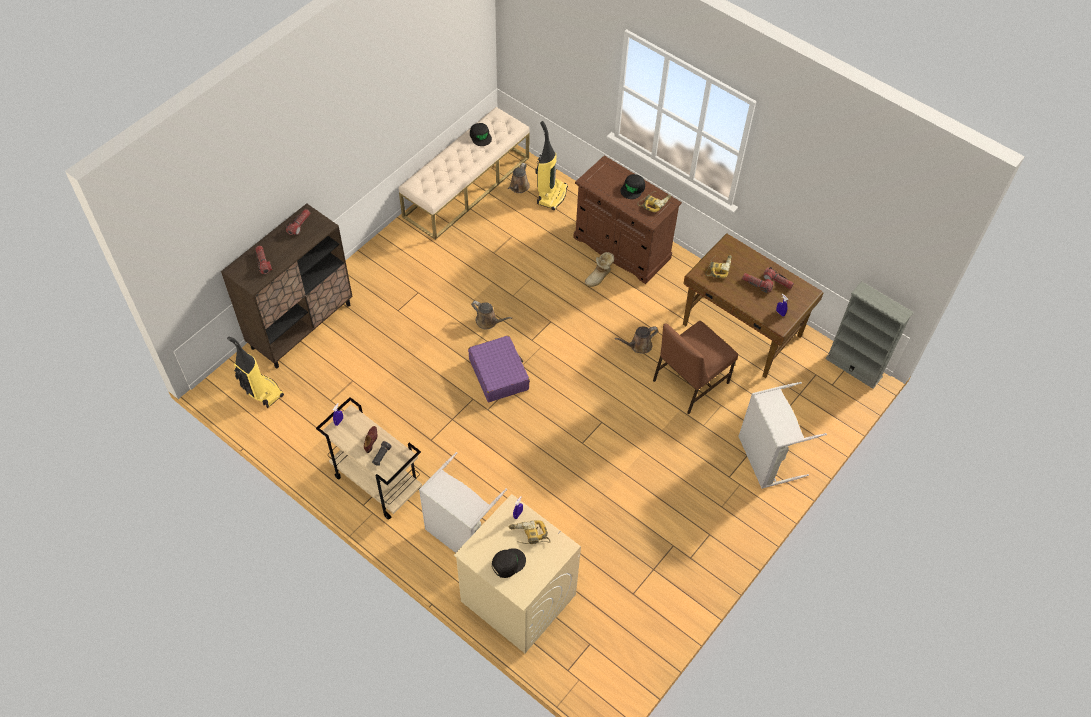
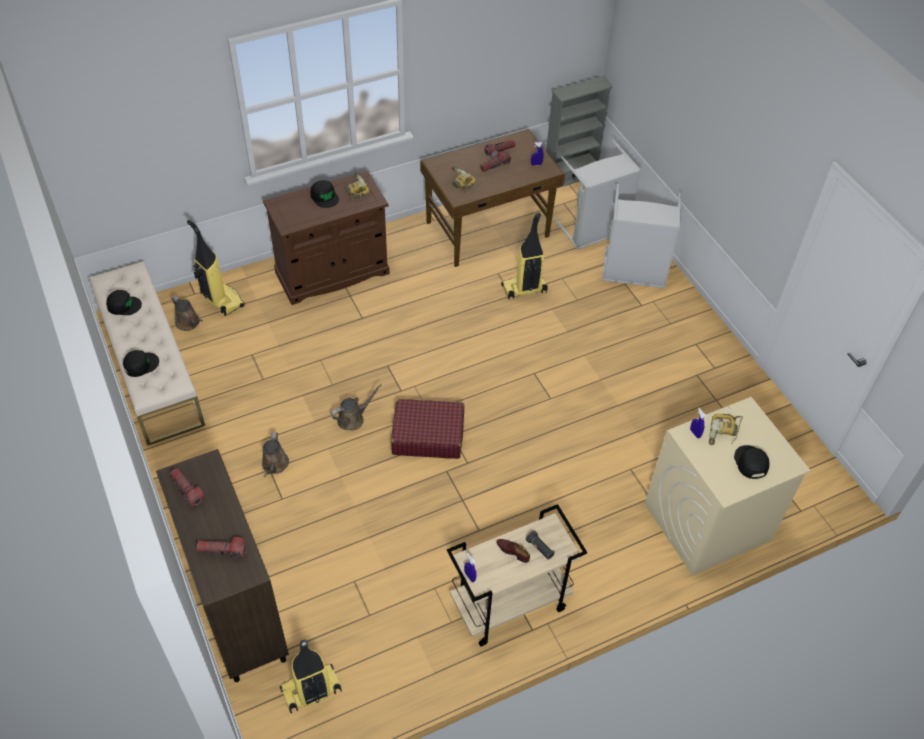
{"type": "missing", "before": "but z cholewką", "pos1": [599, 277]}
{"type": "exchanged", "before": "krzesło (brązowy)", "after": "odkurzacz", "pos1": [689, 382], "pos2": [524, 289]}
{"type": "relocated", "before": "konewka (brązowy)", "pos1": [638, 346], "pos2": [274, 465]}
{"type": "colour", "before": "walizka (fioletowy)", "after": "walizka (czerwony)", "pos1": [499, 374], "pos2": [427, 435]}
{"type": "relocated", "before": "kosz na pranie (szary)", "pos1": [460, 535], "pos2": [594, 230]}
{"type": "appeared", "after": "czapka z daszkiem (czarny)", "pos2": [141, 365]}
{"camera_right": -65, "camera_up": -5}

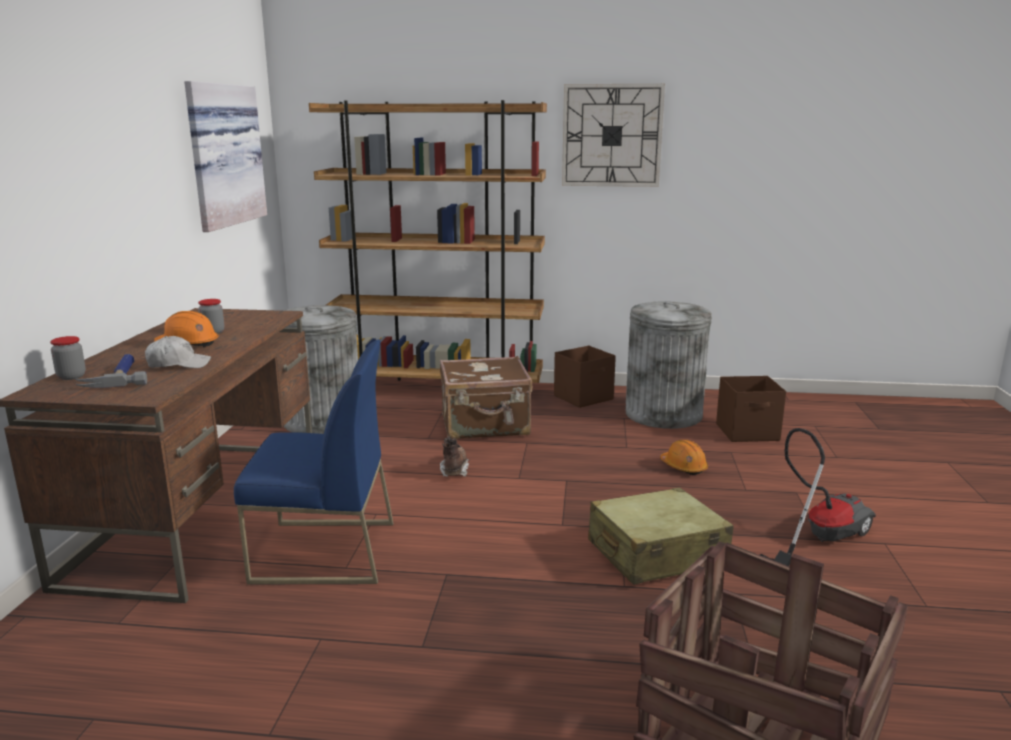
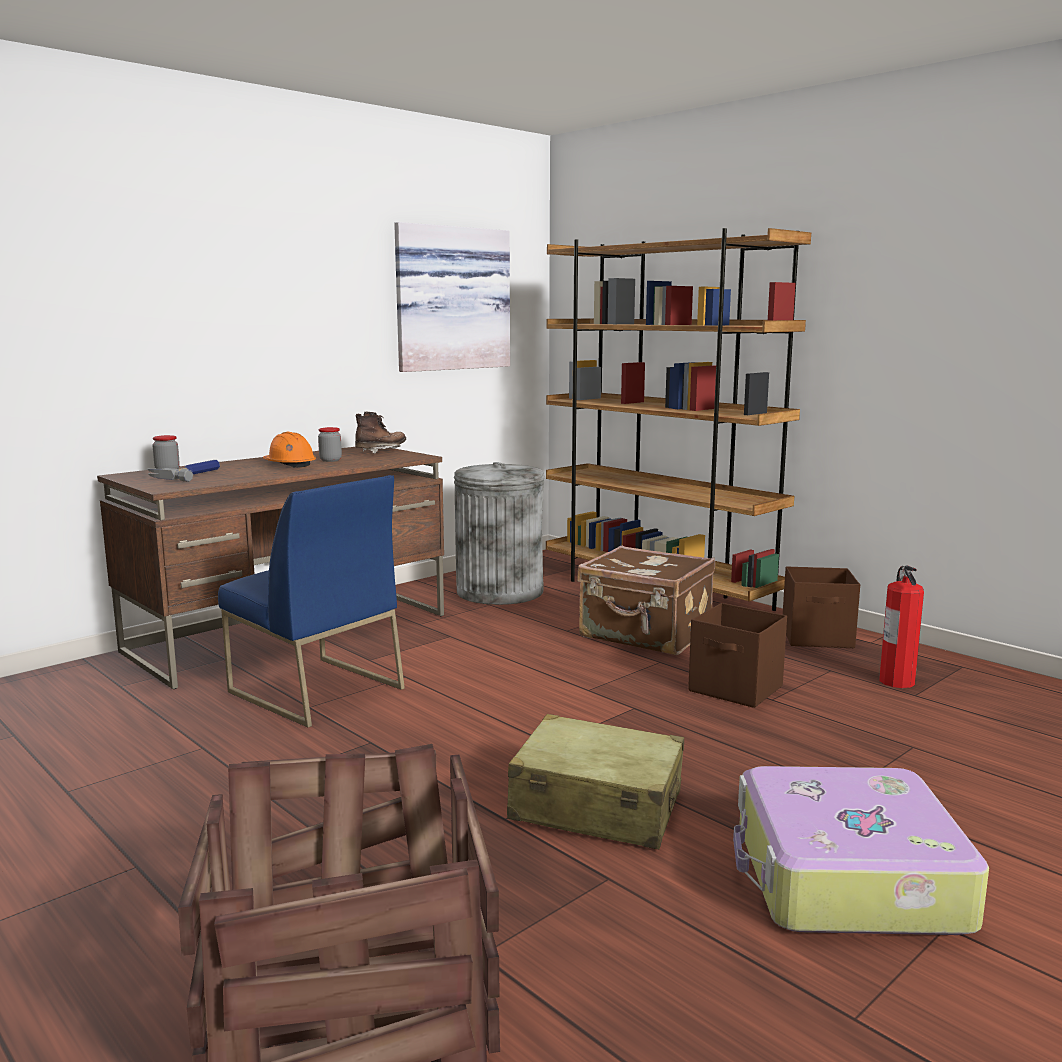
{"type": "missing", "before": "zegar ścienny", "pos1": [612, 135]}
{"type": "exchanged", "before": "kosz na śmieci (szary)", "after": "gaśnica", "pos1": [664, 414], "pos2": [896, 681]}
{"type": "missing", "before": "czapka z daszkiem (biały)", "pos1": [178, 364]}
{"type": "relocated", "before": "pojemnik do przechowywania (brązowy)", "pos1": [748, 432], "pos2": [736, 689]}
{"type": "exchanged", "before": "odkurzacz", "after": "walizka", "pos1": [818, 538], "pos2": [846, 878]}
{"type": "relocated", "before": "but z cholewką (brązowy)", "pos1": [454, 469], "pos2": [381, 451]}
{"type": "missing", "before": "kask (pomarańczowy)", "pos1": [683, 467]}
{"camera_right": 40, "camera_up": -5}

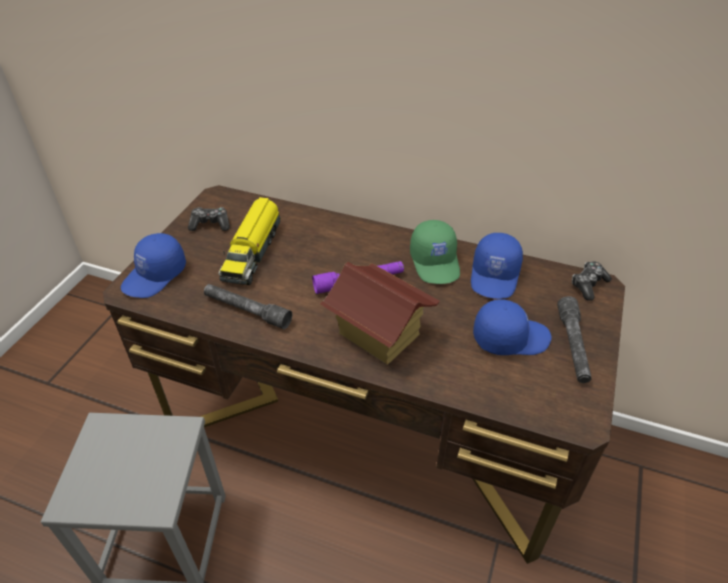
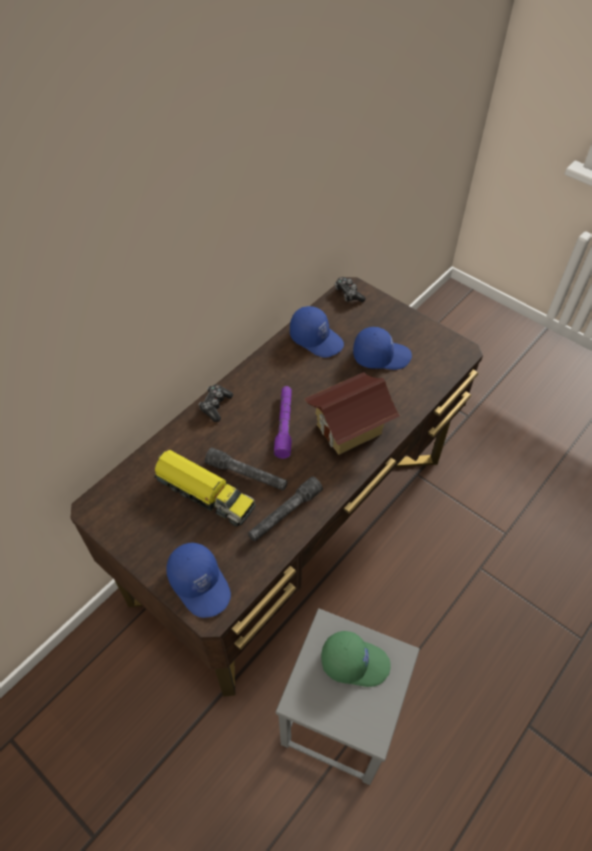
{"type": "relocated", "before": "pad do gier", "pos1": [210, 224], "pos2": [215, 406]}
{"type": "relocated", "before": "czapka z daszkiem (zielony)", "pos1": [436, 262], "pos2": [354, 661]}
{"type": "relocated", "before": "latarka (szary)", "pos1": [573, 346], "pos2": [247, 475]}
{"type": "spun", "before": "czapka z daszkiem (niebieski)", "pos1": [510, 337], "pos2": [381, 355], "turn": 75}
{"camera_right": -70, "camera_up": 10}

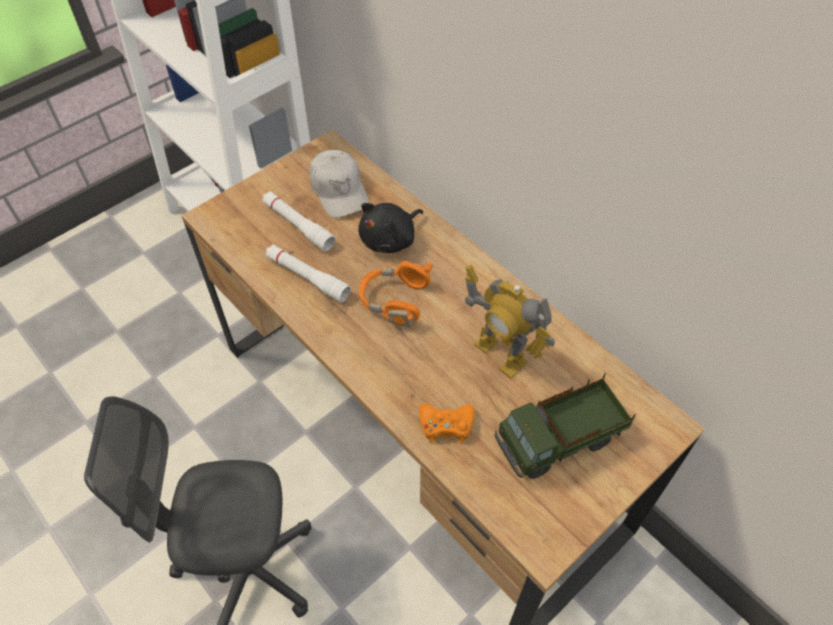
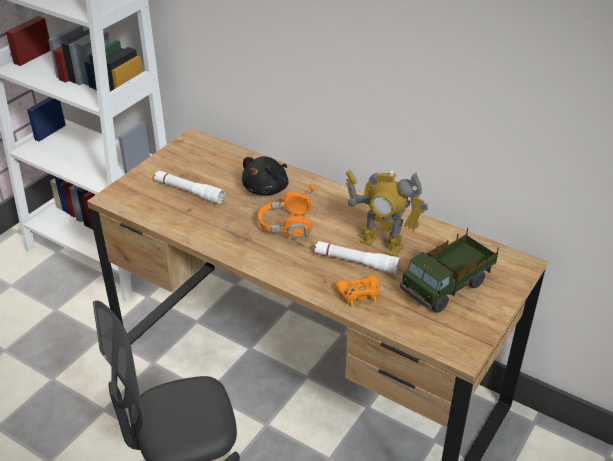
{"type": "missing", "before": "czapka z daszkiem (biały)", "pos1": [339, 190]}
{"type": "relocated", "before": "latarka (biały)", "pos1": [307, 277], "pos2": [356, 262]}
{"camera_right": -15, "camera_up": -15}

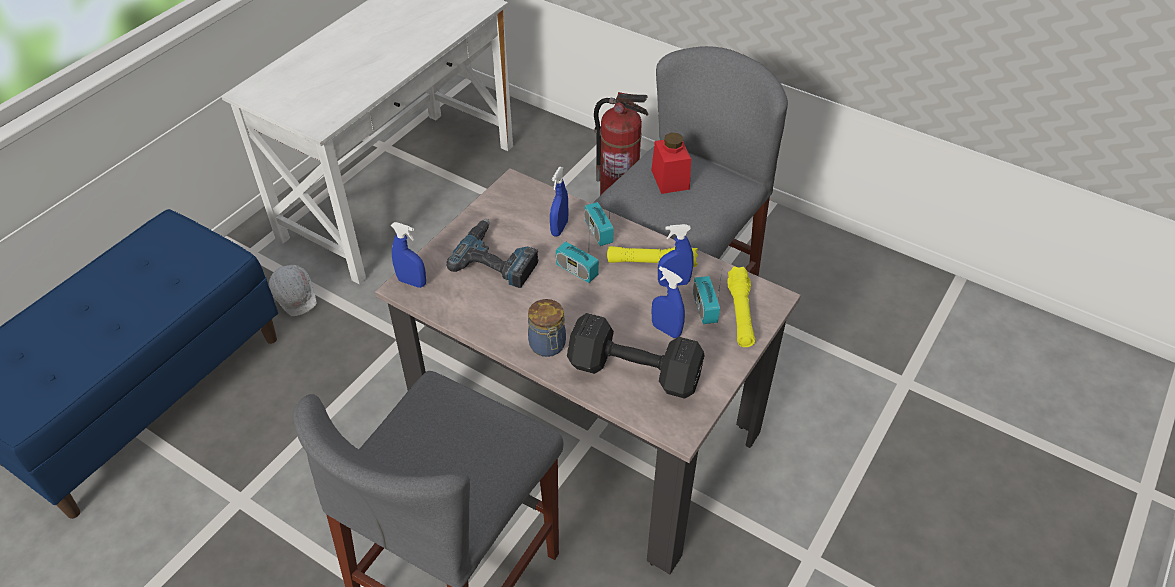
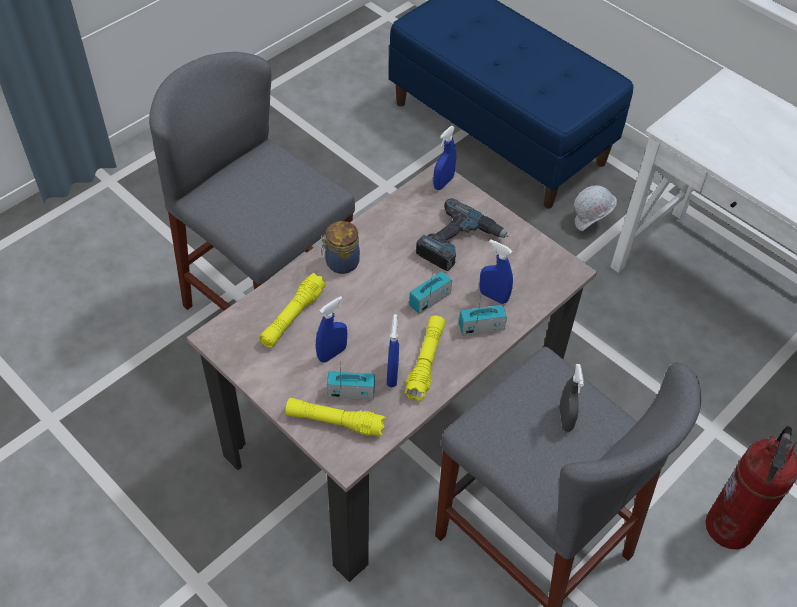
{"type": "exchanged", "before": "słoik (czerwony)", "after": "spryskiwacz (szary)", "pos1": [670, 179], "pos2": [565, 419]}
{"type": "exchanged", "before": "hantel (czarny)", "after": "latarka (żółty)", "pos1": [632, 370], "pos2": [293, 316]}
{"camera_right": 100, "camera_up": 5}

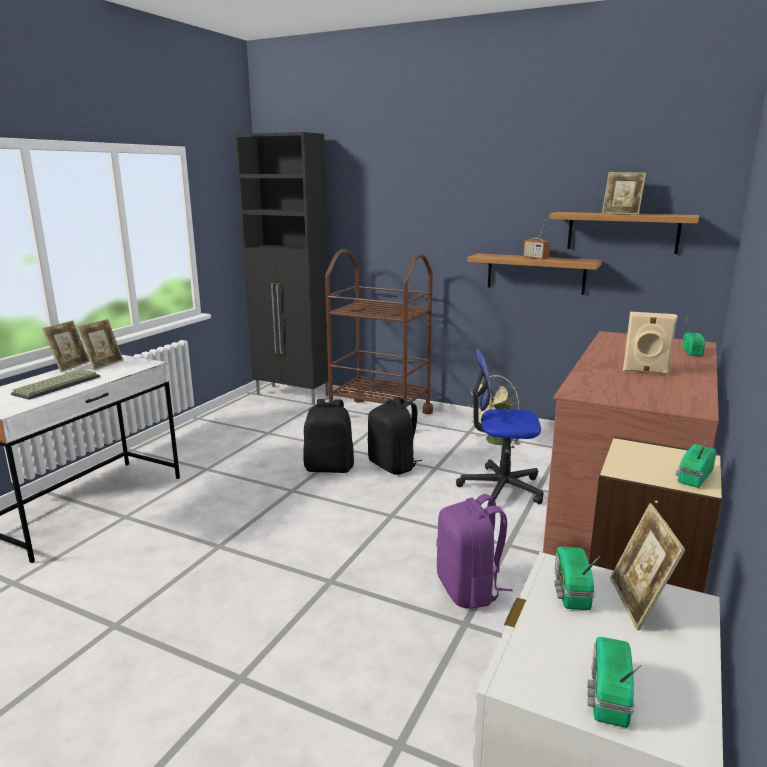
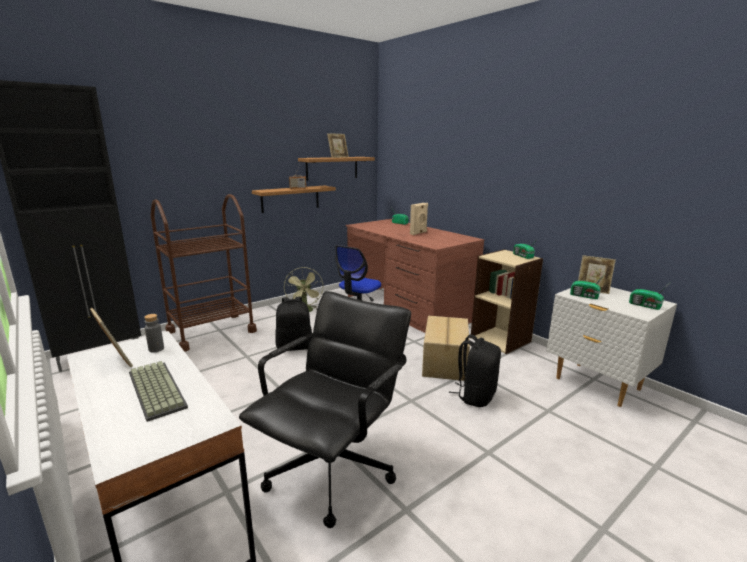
{"type": "missing", "before": "ramka na zdjęcie", "pos1": [70, 366]}
{"type": "relocated", "before": "plecak (czarny)", "pos1": [329, 468], "pos2": [475, 396]}
{"type": "exchanged", "before": "plecak (fioletowy)", "after": "karton", "pos1": [469, 590], "pos2": [445, 362]}
{"type": "appeared", "after": "krzesło biurowe (czarny)", "pos2": [332, 471]}
{"type": "appeared", "after": "butelka (szary)", "pos2": [156, 349]}
{"camera_right": -65, "camera_up": 0}

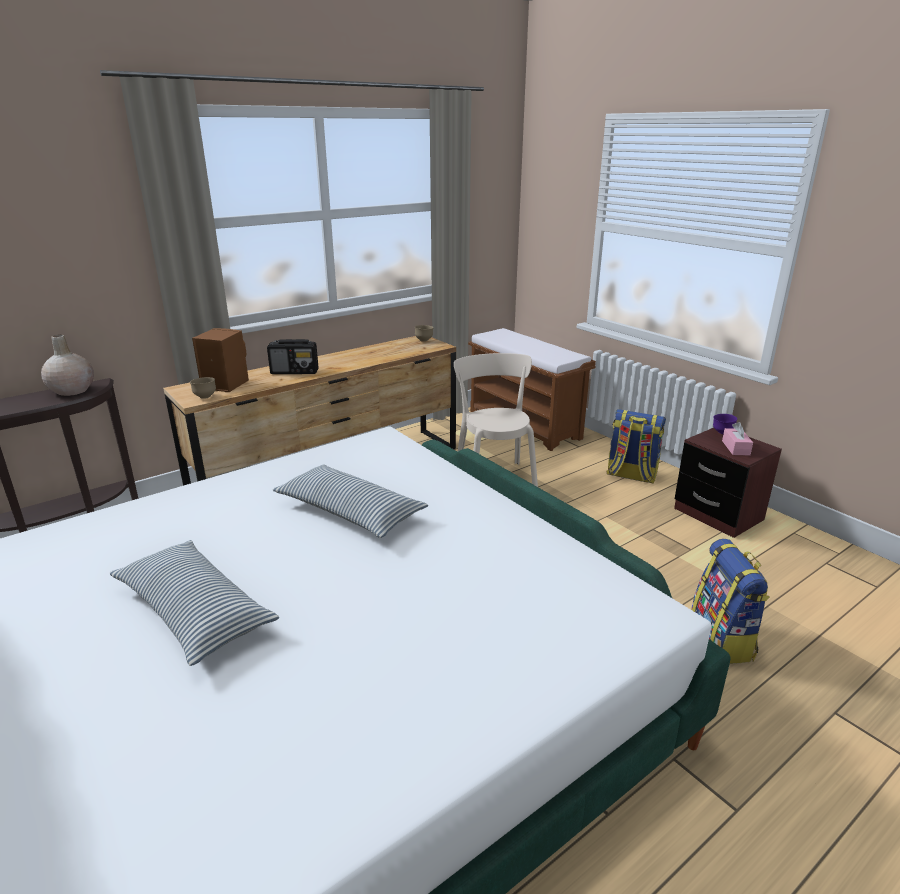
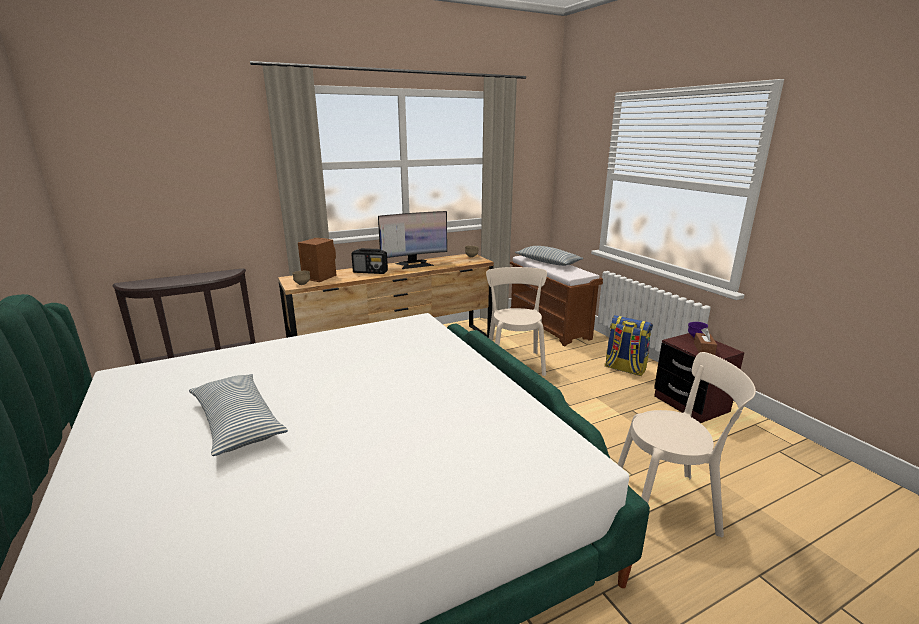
{"type": "missing", "before": "wazon (beżowy)", "pos1": [72, 391]}
{"type": "colour", "before": "pudełko chusteczek (różowy)", "after": "pudełko chusteczek (brązowy)", "pos1": [735, 448], "pos2": [704, 349]}
{"type": "relocated", "before": "poduszka", "pos1": [350, 512], "pos2": [547, 262]}
{"type": "exchanged", "before": "plecak", "after": "krzesło (beżowy)", "pos1": [722, 640], "pos2": [670, 502]}
{"type": "appeared", "after": "monitor", "pos2": [414, 264]}
{"camera_right": 10, "camera_up": -5}

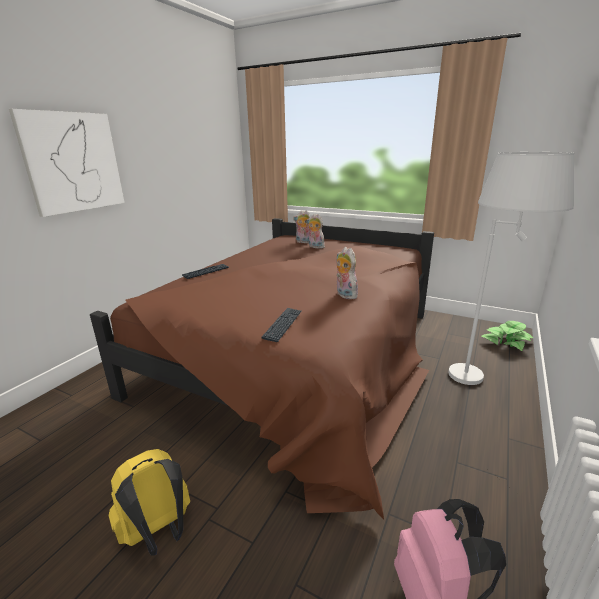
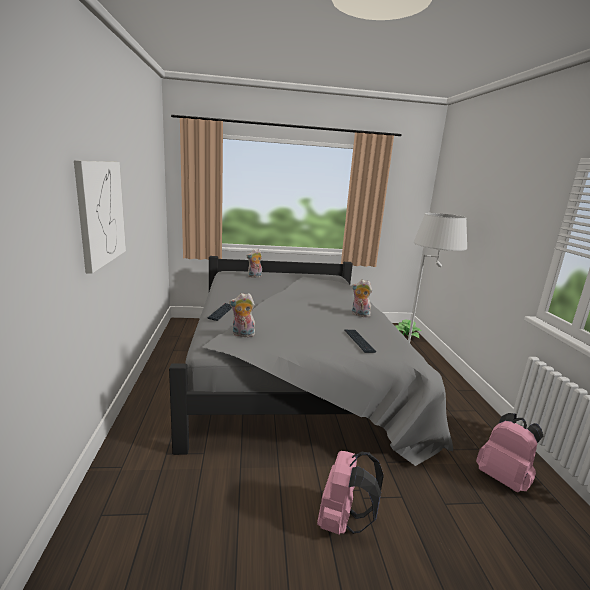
{"type": "relocated", "before": "pluszak", "pos1": [315, 247], "pos2": [242, 335]}
{"type": "colour", "before": "łóżko (brązowy)", "after": "łóżko (szary)", "pos1": [300, 356], "pos2": [294, 374]}
{"type": "colour", "before": "plecak (żółty)", "after": "plecak (różowy)", "pos1": [158, 533], "pos2": [342, 521]}
{"camera_right": -35, "camera_up": -5}

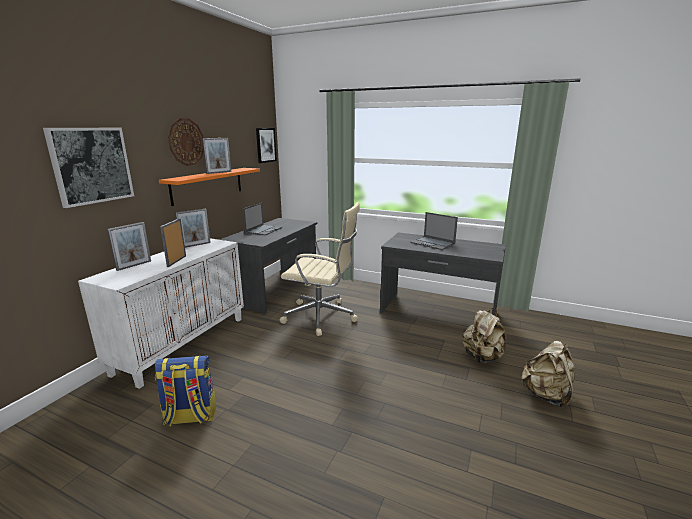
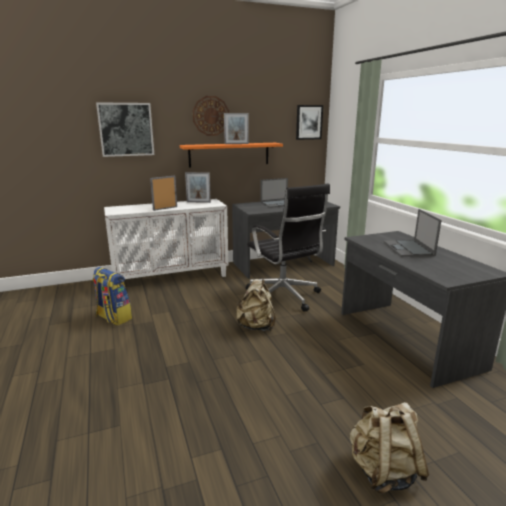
{"type": "colour", "before": "krzesło biurowe (beżowy)", "after": "krzesło biurowe (czarny)", "pos1": [322, 317], "pos2": [284, 297]}
{"type": "missing", "before": "ramka na zdjęcie", "pos1": [134, 265]}
{"type": "relocated", "before": "plecak (beżowy)", "pos1": [482, 357], "pos2": [256, 326]}
{"camera_right": 45, "camera_up": 0}

